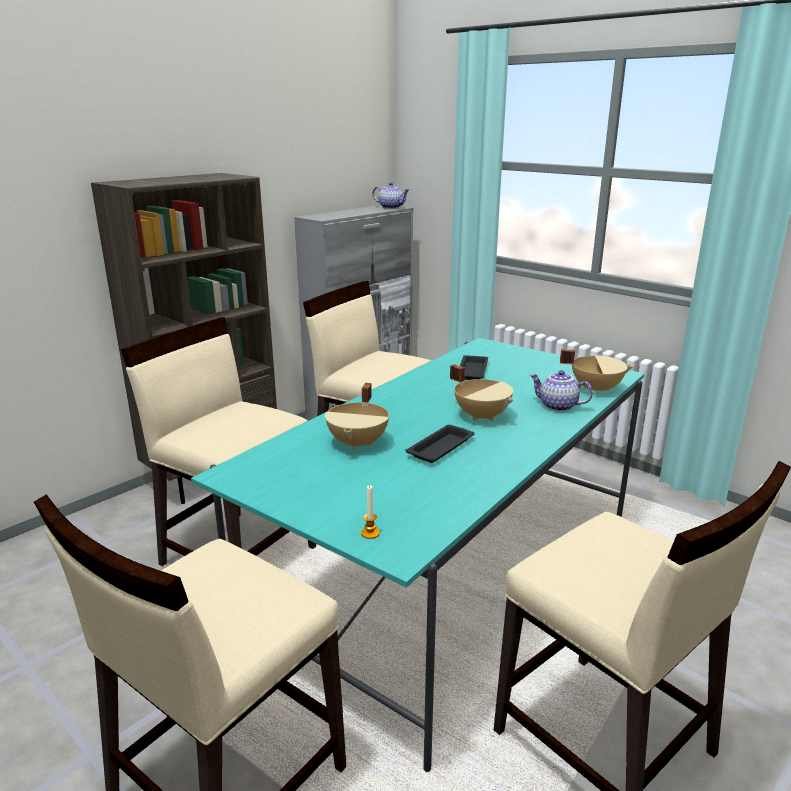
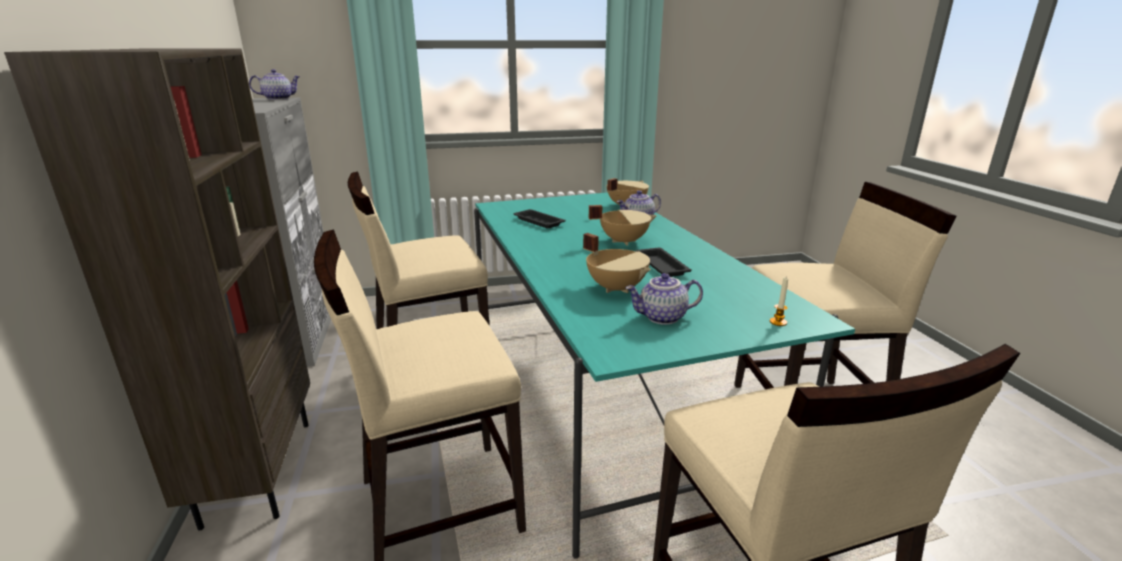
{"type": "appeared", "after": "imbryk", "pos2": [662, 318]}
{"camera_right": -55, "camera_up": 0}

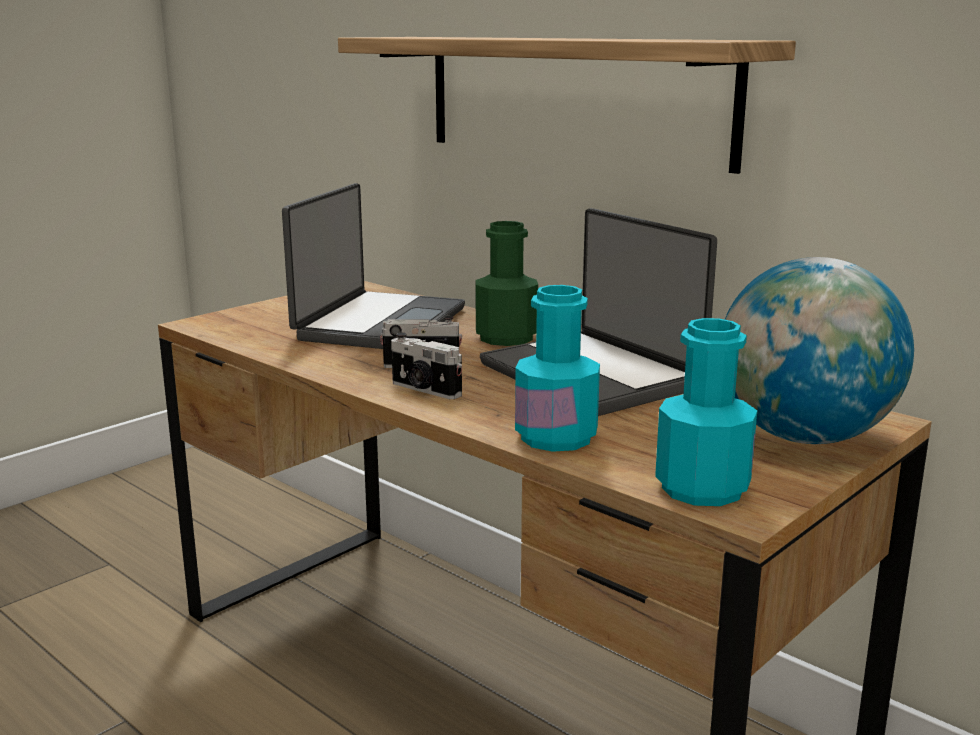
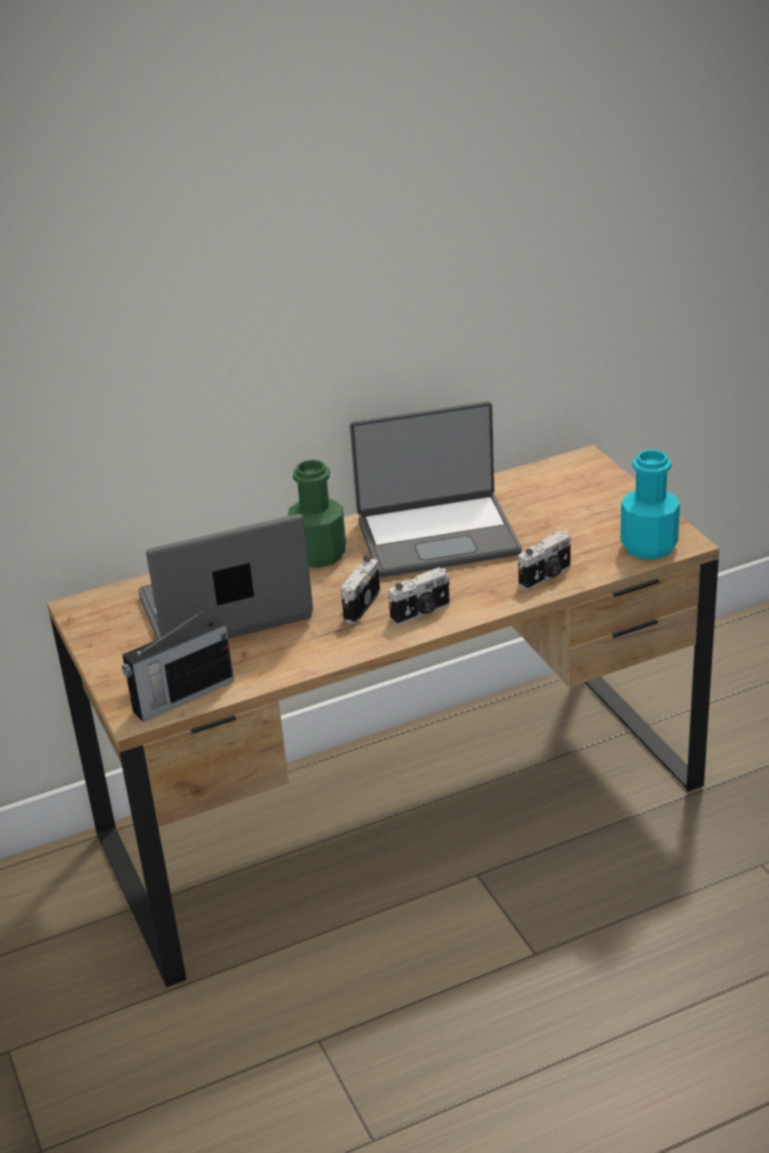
{"type": "missing", "before": "półka", "pos1": [573, 98]}
{"type": "spun", "before": "laptop", "pos1": [378, 323], "pos2": [225, 610], "turn": -60}
{"type": "missing", "before": "globus", "pos1": [804, 437]}
{"type": "exchanged", "before": "butelka (turkusowy)", "after": "aparat fotograficzny", "pos1": [556, 437], "pos2": [546, 576]}
{"type": "appeared", "after": "radio", "pos2": [181, 697]}
{"camera_right": -65, "camera_up": 15}

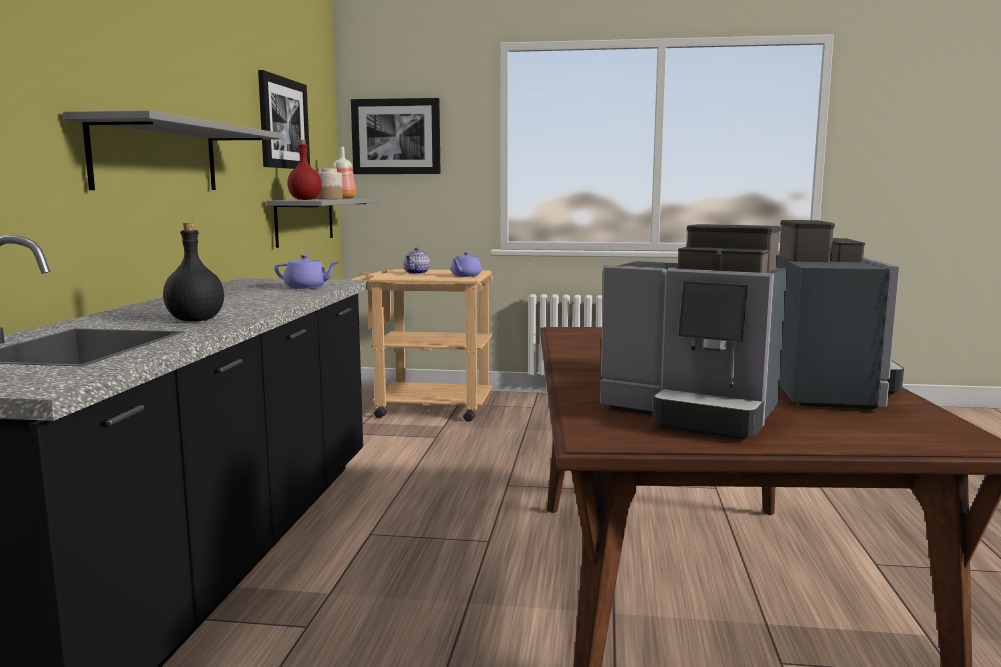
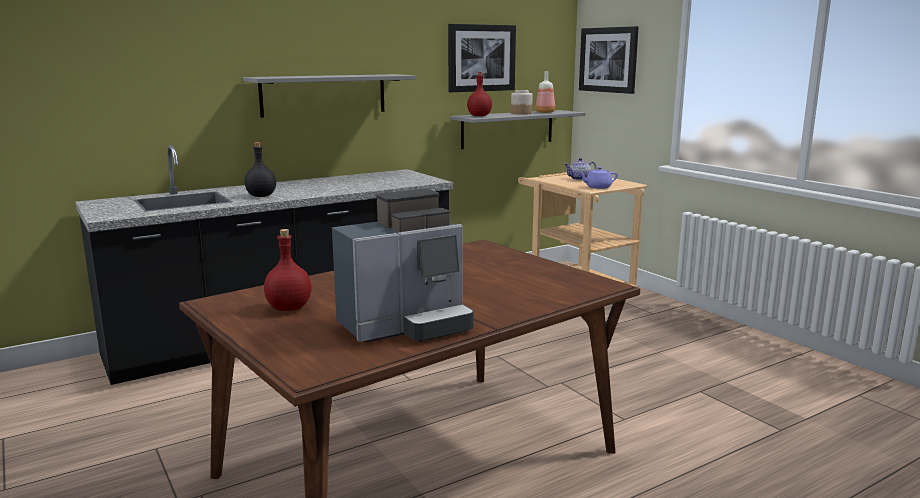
{"type": "exchanged", "before": "ekspres do kawy", "after": "butelka (czerwony)", "pos1": [694, 413], "pos2": [290, 308]}
{"type": "missing", "before": "imbryk (fioletowy)", "pos1": [307, 287]}
{"camera_right": 50, "camera_up": 5}

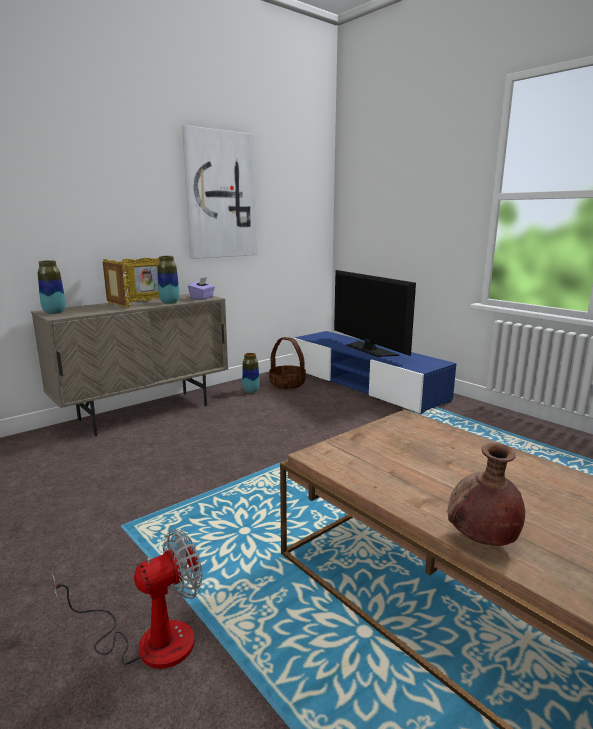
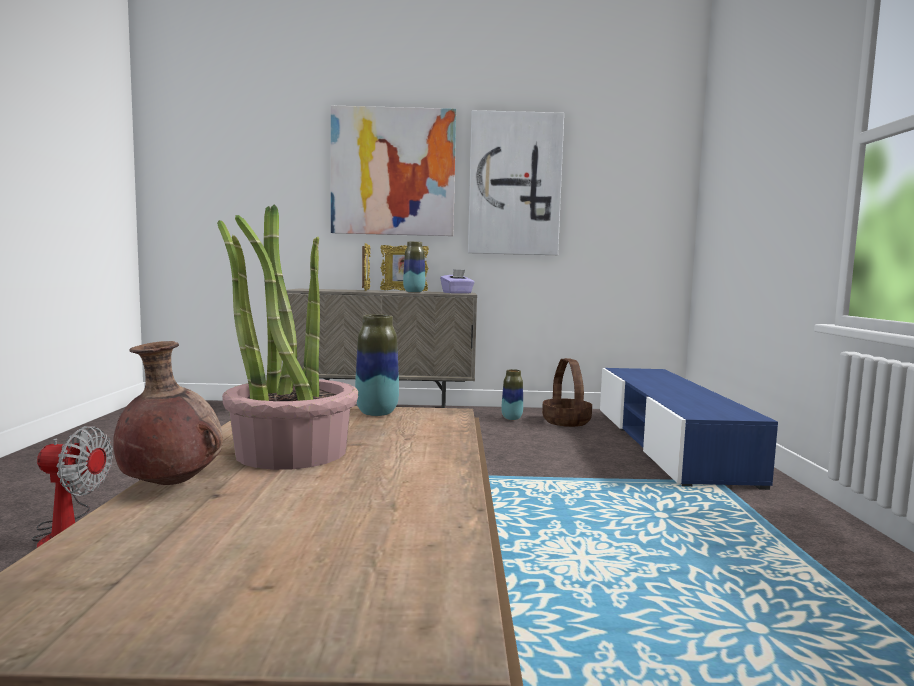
{"type": "relocated", "before": "wazon", "pos1": [54, 312], "pos2": [377, 413]}
{"type": "missing", "before": "telewizor", "pos1": [369, 349]}
{"type": "appeared", "after": "obraz", "pos2": [393, 172]}
{"type": "appeared", "after": "roślina doniczkowa", "pos2": [290, 451]}
{"camera_right": 40, "camera_up": -10}

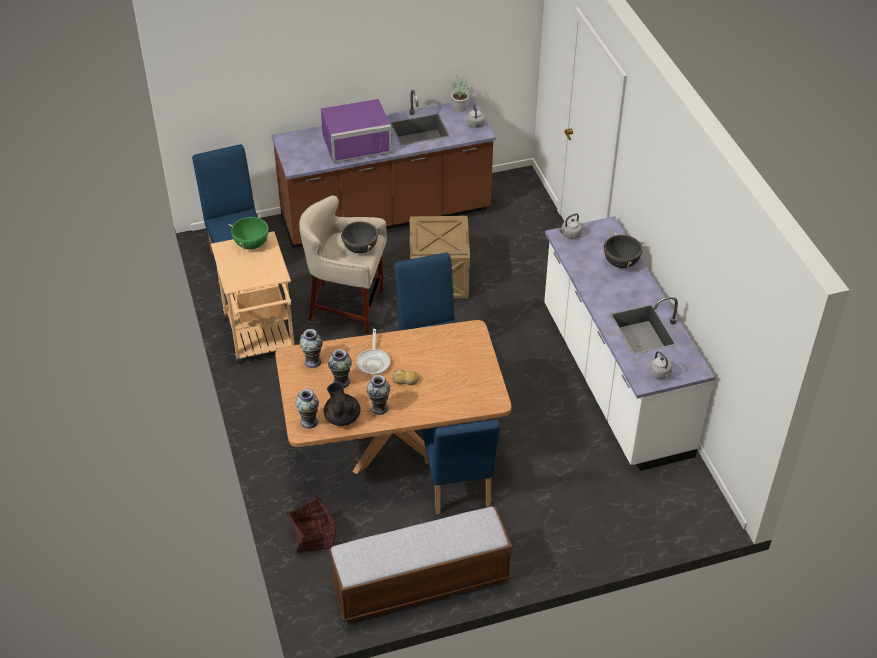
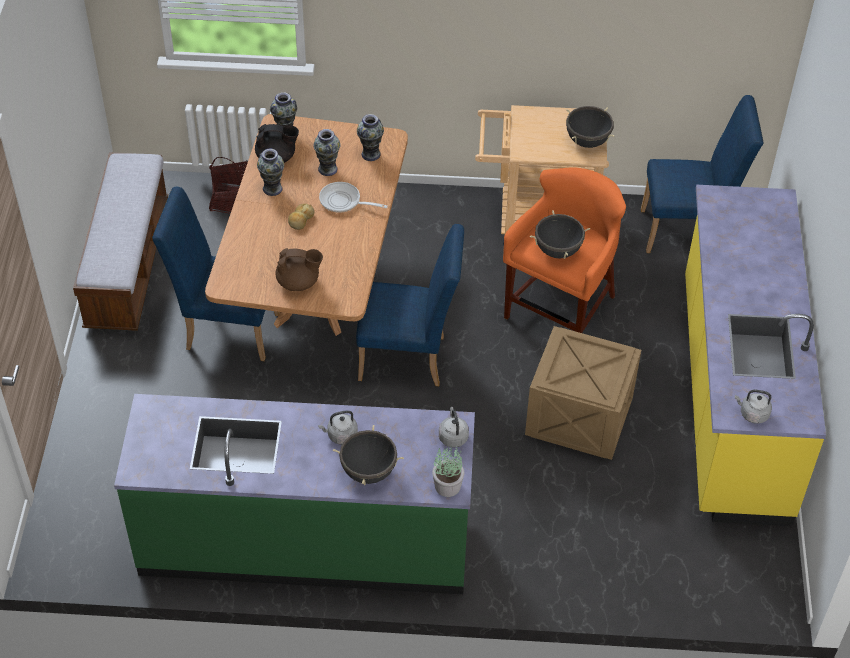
{"type": "relocated", "before": "roślina doniczkowa", "pos1": [459, 107], "pos2": [448, 485]}
{"type": "colour", "before": "zabudowa kuchenna (brązowy)", "after": "zabudowa kuchenna (żółty)", "pos1": [386, 216], "pos2": [731, 398]}
{"type": "missing", "before": "mikrofalówka (fioletowy)", "pos1": [356, 142]}
{"type": "colour", "before": "stołek (beżowy)", "after": "stołek (pomarańczowy)", "pos1": [347, 307], "pos2": [560, 310]}
{"type": "colour", "before": "garnek (zielony)", "after": "garnek (czarny)", "pos1": [252, 244], "pos2": [587, 141]}
{"type": "colour", "before": "zabudowa kuchenna (biały)", "after": "zabudowa kuchenna (zielony)", "pos1": [613, 381], "pos2": [305, 540]}
{"type": "relocated", "before": "czajnik (szary)", "pos1": [660, 374], "pos2": [340, 435]}
{"type": "appeared", "after": "imbryk (brązowy)", "pos2": [299, 282]}
{"camera_right": 110, "camera_up": 5}

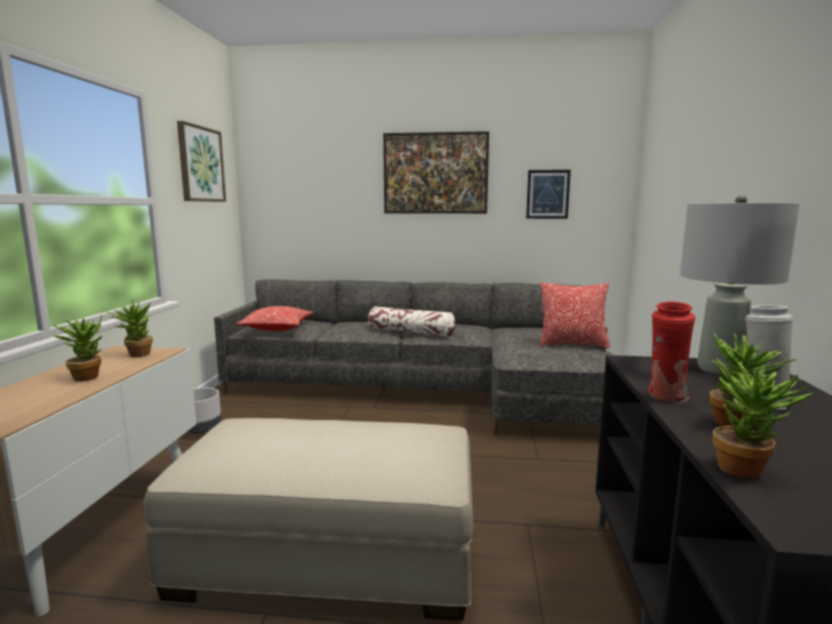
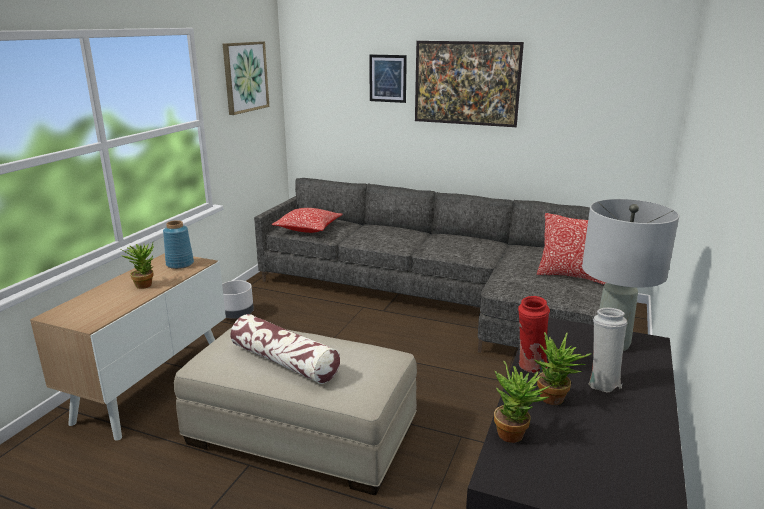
{"type": "relocated", "before": "obraz", "pos1": [548, 194], "pos2": [387, 78]}
{"type": "exchanged", "before": "roślina doniczkowa", "after": "wazon (niebieski)", "pos1": [135, 354], "pos2": [180, 264]}
{"type": "relocated", "before": "poduszka", "pos1": [411, 332], "pos2": [284, 361]}
{"camera_right": 15, "camera_up": 10}

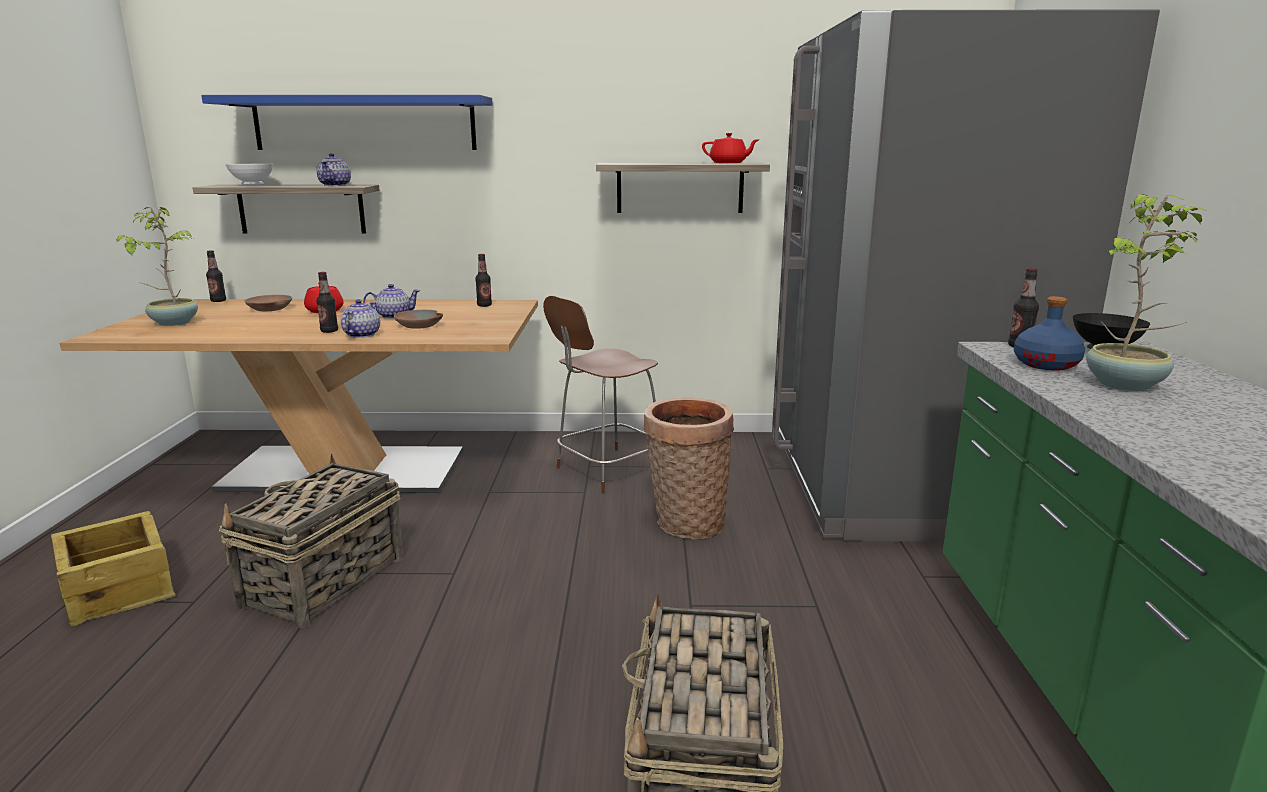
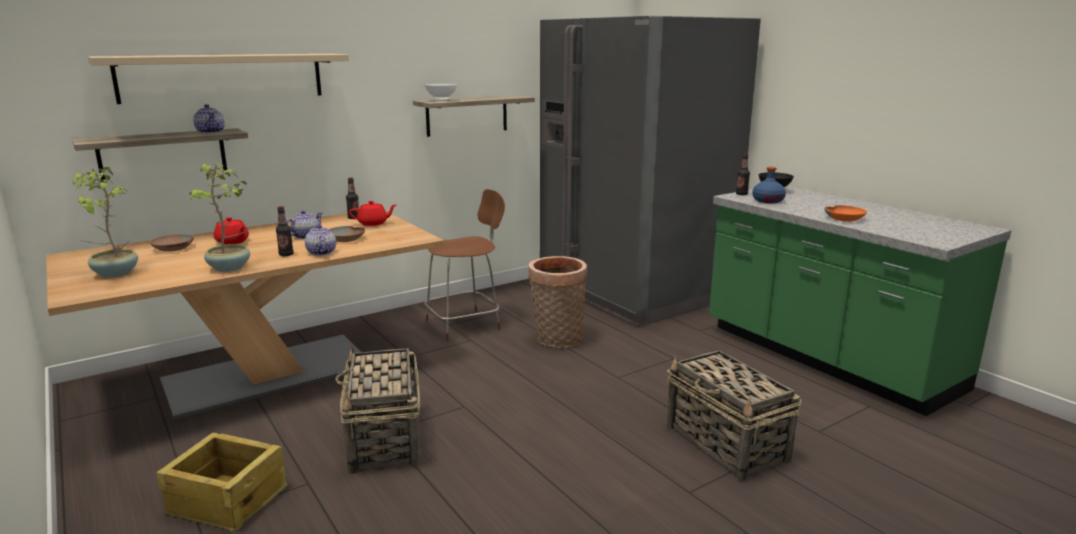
{"type": "colour", "before": "półka (niebieski)", "after": "półka (beżowy)", "pos1": [364, 124], "pos2": [223, 77]}
{"type": "relocated", "before": "imbryk (czerwony)", "pos1": [728, 163], "pos2": [373, 223]}
{"type": "relocated", "before": "miska (biały)", "pos1": [251, 185], "pos2": [441, 100]}
{"type": "relocated", "before": "roślina doniczkowa", "pos1": [1126, 385], "pos2": [230, 268]}
{"type": "missing", "before": "butelka", "pos1": [218, 301]}
{"type": "spun", "before": "krzesło (brązowy)", "pos1": [606, 471], "pos2": [465, 324], "turn": -135}
{"type": "appeared", "after": "miska (pomarańczowy)", "pos2": [845, 218]}
{"camera_right": -35, "camera_up": 0}

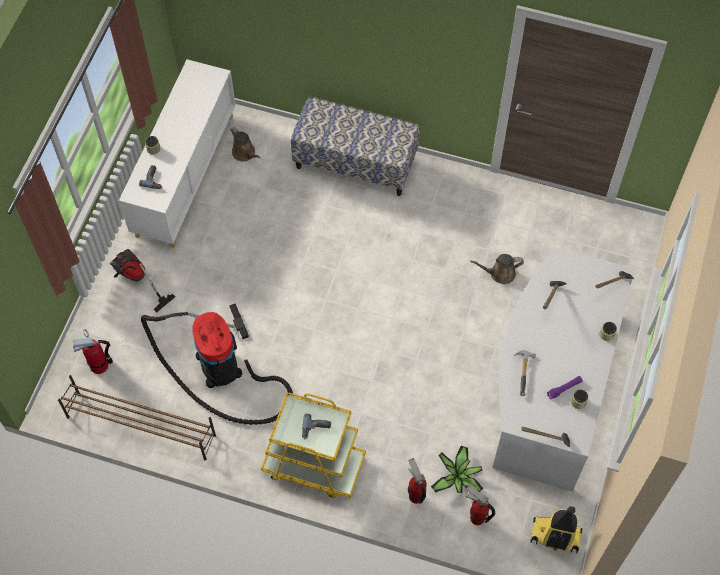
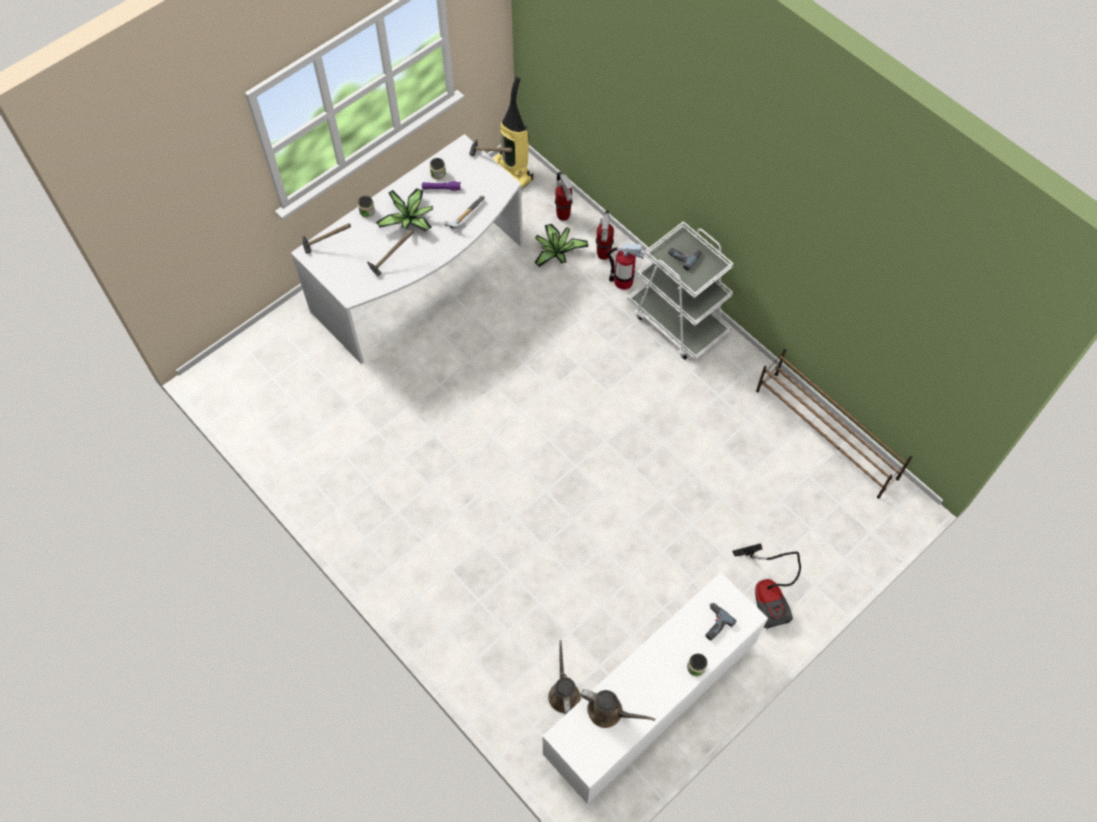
{"type": "missing", "before": "ławka", "pos1": [355, 162]}
{"type": "relocated", "before": "konewka (brązowy)", "pos1": [499, 273], "pos2": [609, 712]}
{"type": "missing", "before": "odkurzacz", "pos1": [222, 370]}
{"type": "relocated", "before": "gaśnica", "pos1": [99, 365], "pos2": [623, 281]}
{"type": "colour", "before": "wózek (żółty)", "after": "wózek (biały)", "pos1": [313, 465], "pos2": [678, 321]}
{"type": "appeared", "after": "roślina doniczkowa", "pos2": [409, 220]}
{"camera_right": -150, "camera_up": 0}

